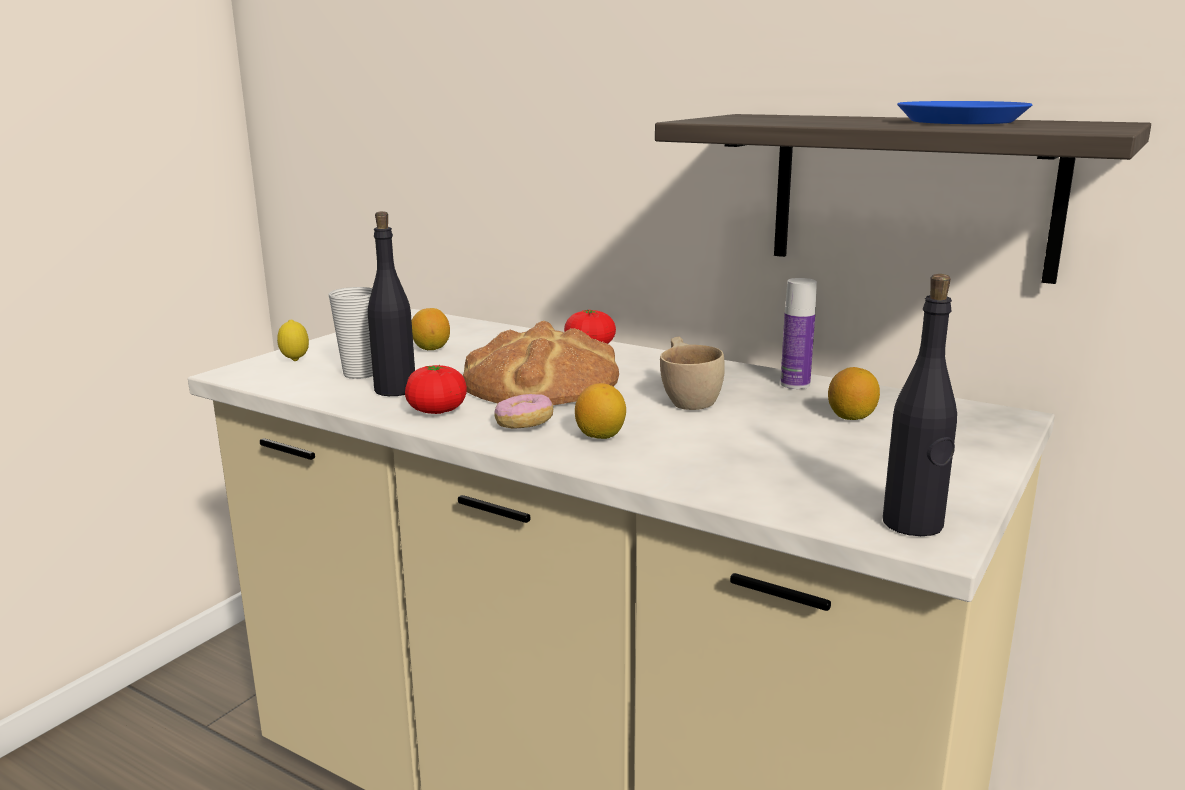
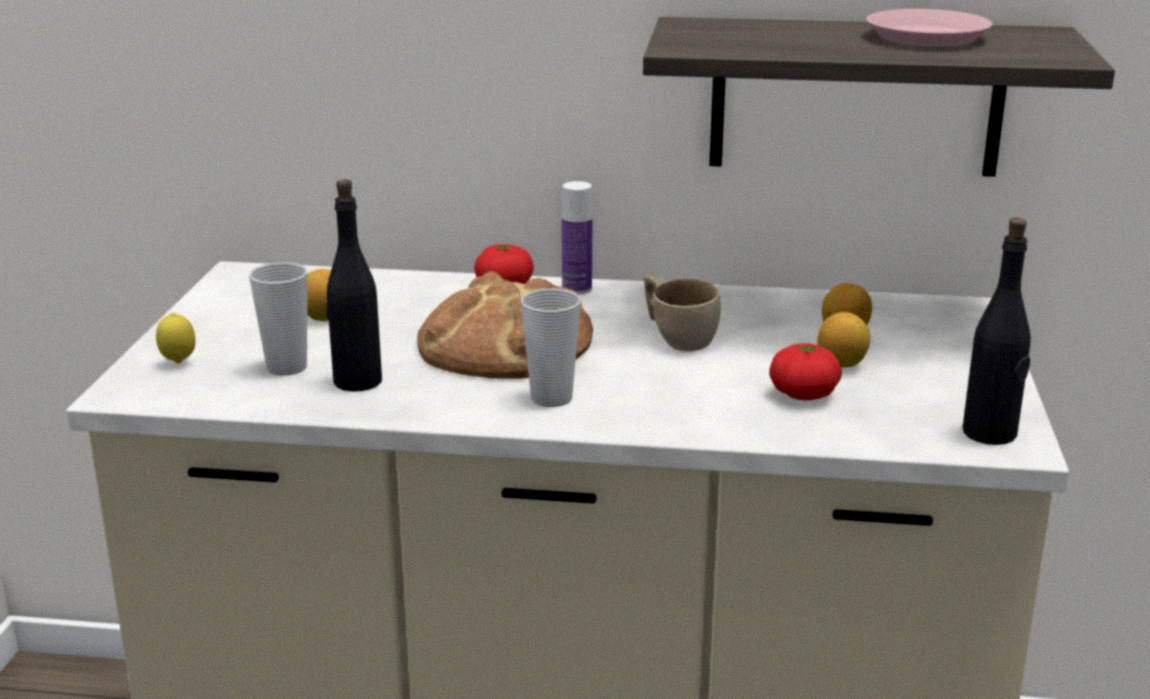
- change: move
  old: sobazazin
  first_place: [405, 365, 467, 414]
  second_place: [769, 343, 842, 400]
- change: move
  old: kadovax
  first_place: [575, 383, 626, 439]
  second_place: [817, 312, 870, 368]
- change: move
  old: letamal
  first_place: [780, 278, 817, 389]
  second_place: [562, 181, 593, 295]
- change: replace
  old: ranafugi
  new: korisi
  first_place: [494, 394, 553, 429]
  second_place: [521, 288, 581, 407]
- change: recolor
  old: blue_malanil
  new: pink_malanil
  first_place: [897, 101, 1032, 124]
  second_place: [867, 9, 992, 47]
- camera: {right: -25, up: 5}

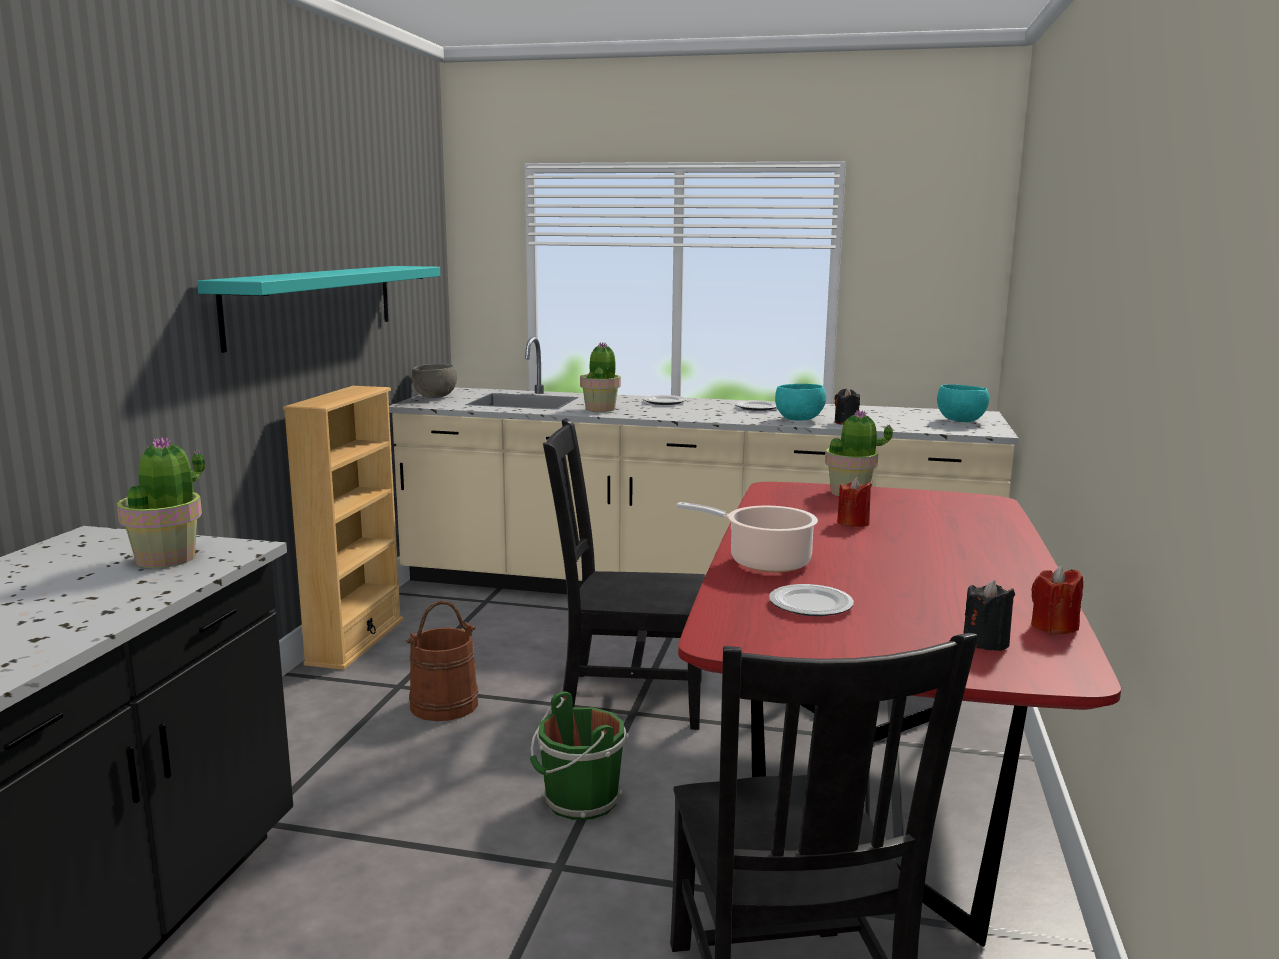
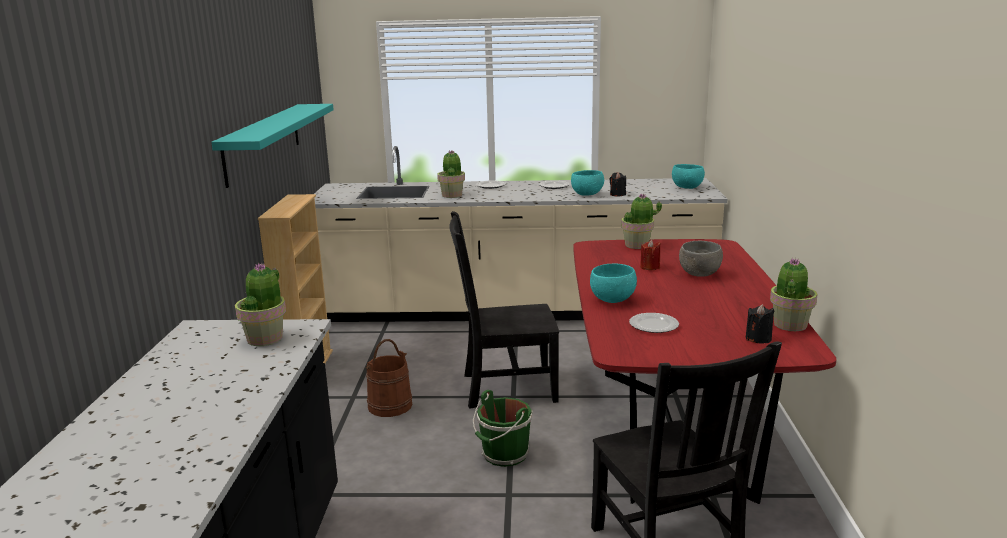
- change: move
  old: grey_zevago
  first_place: [412, 364, 457, 398]
  second_place: [679, 241, 723, 277]
- change: replace
  old: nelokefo
  new: turquoise_zevago
  first_place: [677, 502, 818, 573]
  second_place: [590, 263, 637, 303]
- change: replace
  old: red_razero
  new: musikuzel
  first_place: [1031, 566, 1083, 634]
  second_place: [770, 258, 818, 331]
- camera: {right: -10, up: 5}

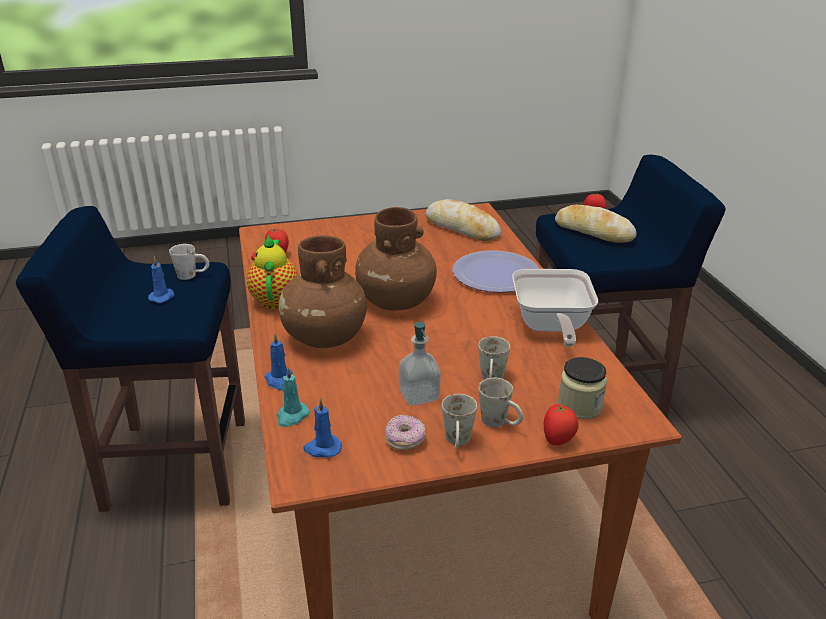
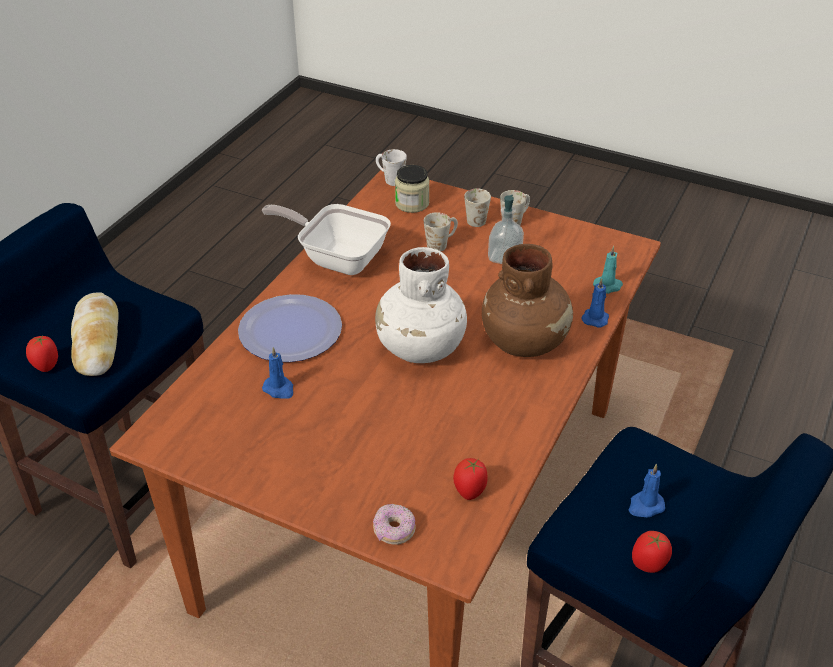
- change: delete
  old: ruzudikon
  first_place: [247, 235, 298, 310]
- change: delete
  old: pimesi
  first_place: [426, 199, 501, 241]
- change: move
  old: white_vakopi
  first_place: [169, 244, 209, 280]
  second_place: [376, 149, 407, 186]
- change: move
  old: blue_razero
  first_place: [303, 398, 342, 458]
  second_place: [262, 347, 293, 399]
- change: move
  old: ranafugi
  first_place: [385, 415, 426, 450]
  second_place: [373, 504, 415, 545]
- change: move
  old: sobazazin
  first_place: [544, 404, 578, 445]
  second_place: [632, 531, 672, 573]
- change: recolor
  old: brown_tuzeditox
  new: white_tuzeditox
  first_place: [355, 207, 437, 311]
  second_place: [375, 247, 467, 363]
- change: rotate
  old: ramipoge
  first_place: [512, 269, 598, 347]
  second_place: [262, 204, 391, 275]
  degrees: -105
- camera: {right: -140, up: 10}

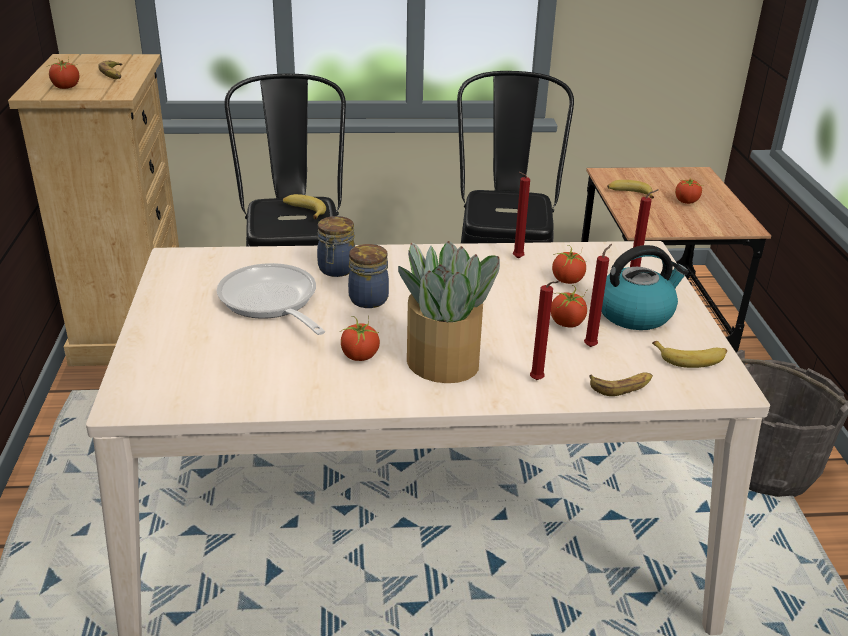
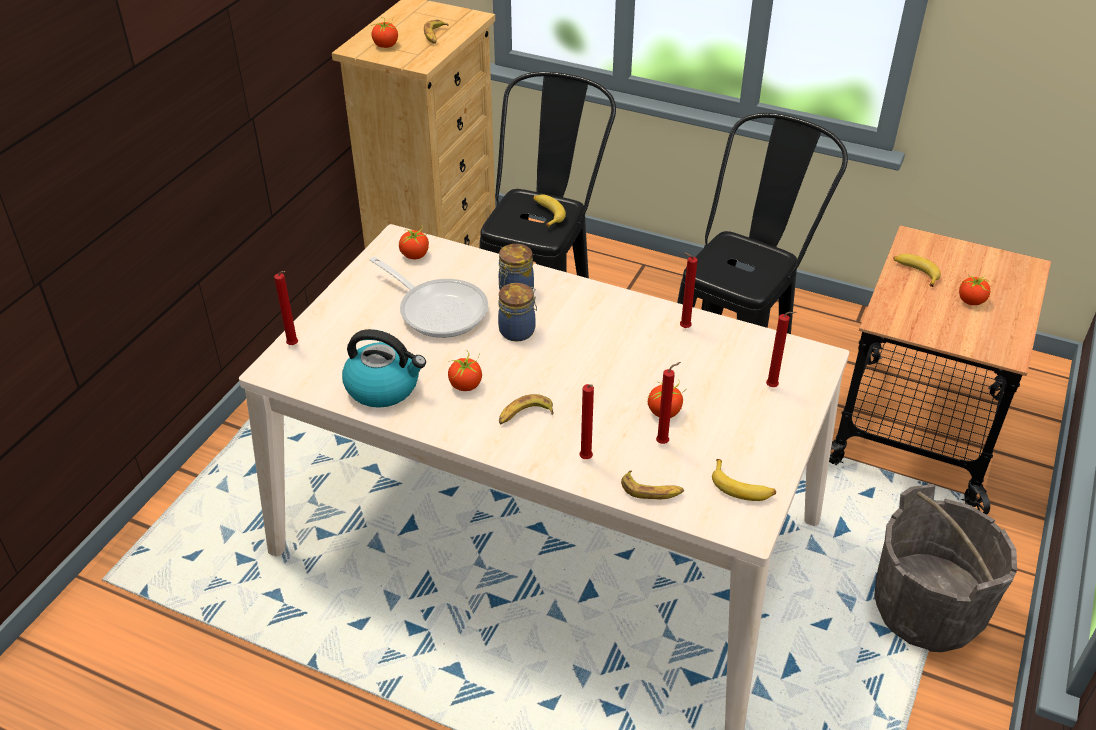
- change: insert
  new: red_razero
  second_place: [274, 271, 298, 345]
- change: move
  old: sobazazin
  first_place: [552, 245, 586, 284]
  second_place: [398, 226, 429, 260]
- change: move
  old: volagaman
  first_place: [601, 245, 689, 330]
  second_place: [342, 329, 426, 408]
- change: replace
  old: musikuzel
  new: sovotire
  first_place: [398, 241, 500, 383]
  second_place: [499, 394, 554, 425]
- change: rotate
  old: ramipoge
  first_place: [217, 263, 325, 335]
  second_place: [370, 256, 488, 338]
  degrees: 135
- camera: {right: 30, up: 10}

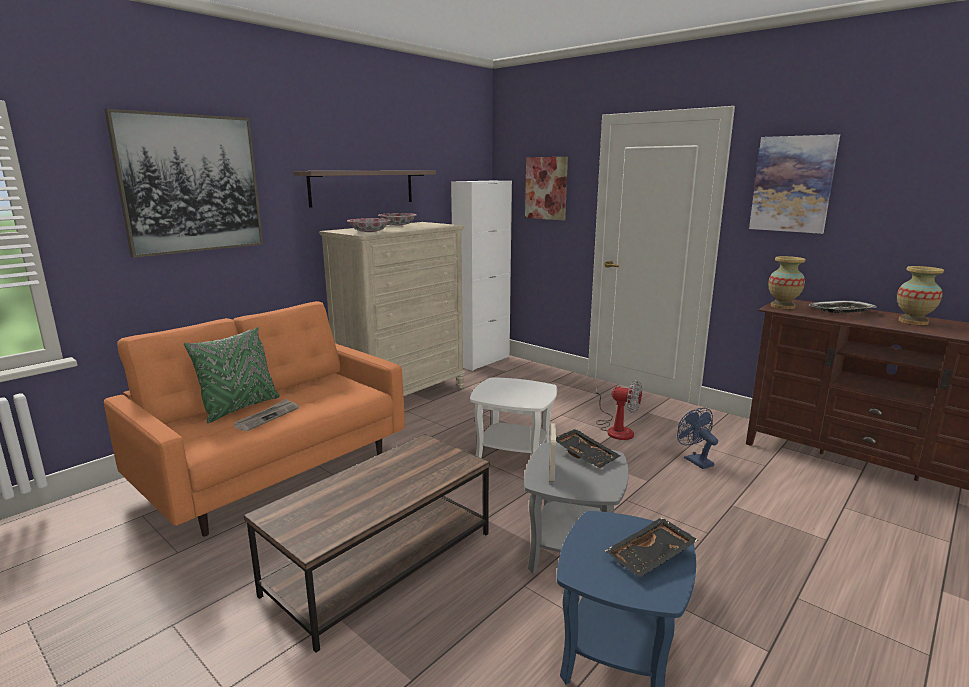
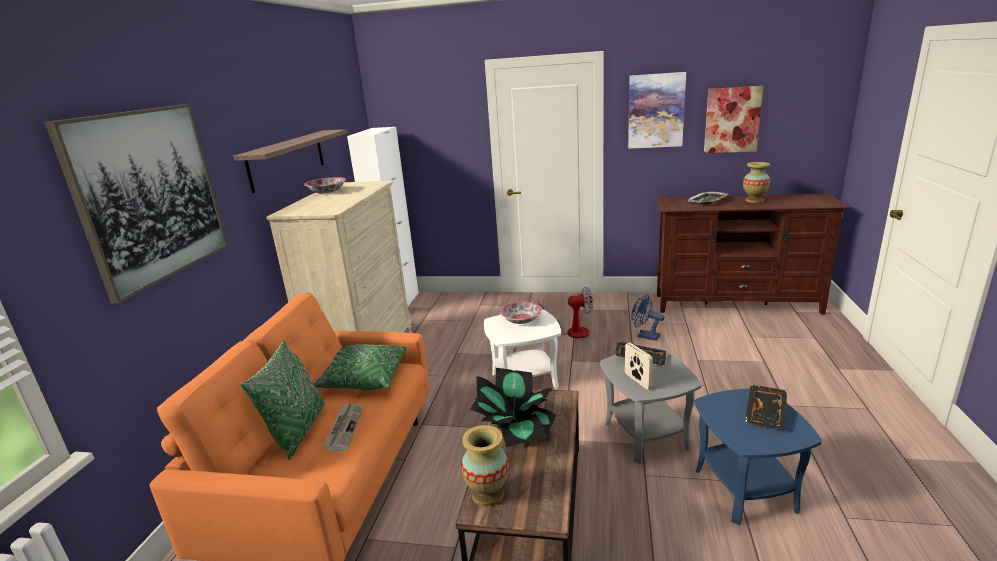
- change: insert
  new: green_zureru
  second_place: [314, 344, 407, 390]
- change: insert
  new: musikuzel
  second_place: [470, 368, 556, 447]
- change: move
  old: zevago
  first_place: [347, 218, 391, 232]
  second_place: [500, 301, 542, 324]
- change: move
  old: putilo
  first_place: [525, 157, 568, 221]
  second_place: [704, 86, 763, 154]
- change: move
  old: tuzeditox
  first_place: [768, 256, 805, 309]
  second_place: [462, 425, 509, 507]
- camera: {right: -30, up: 5}

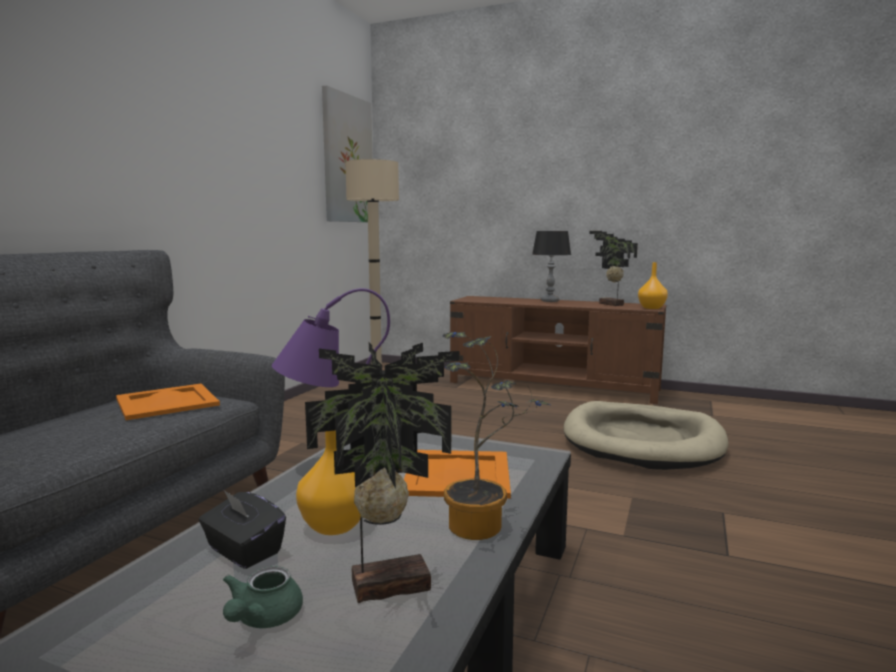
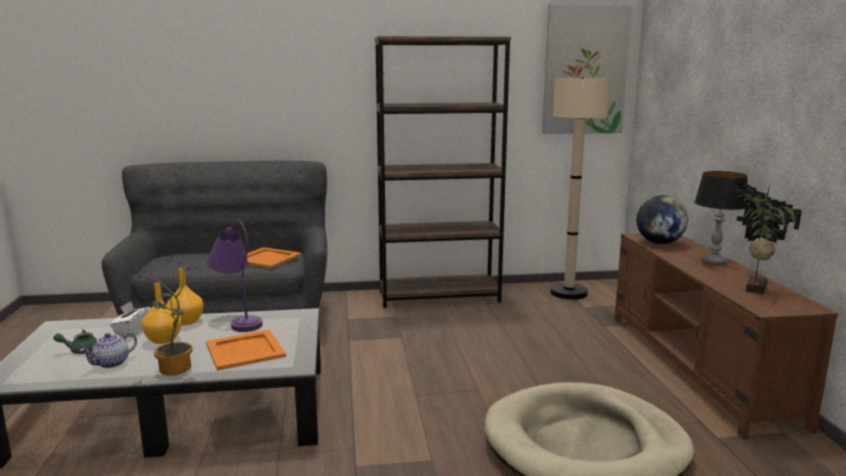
- change: insert
  new: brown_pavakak
  second_place: [375, 36, 511, 308]
- change: insert
  new: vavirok
  second_place: [636, 195, 688, 244]
- change: move
  old: orange_tuzeditox
  first_place: [638, 262, 668, 309]
  second_place: [167, 268, 203, 325]
- change: replace
  old: musikuzel
  new: ruzudikon
  first_place: [305, 342, 460, 603]
  second_place: [80, 332, 137, 368]
- change: recolor
  old: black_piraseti
  new: white_piraseti
  first_place: [199, 489, 286, 569]
  second_place: [110, 301, 151, 337]
- camera: {right: 60, up: 5}

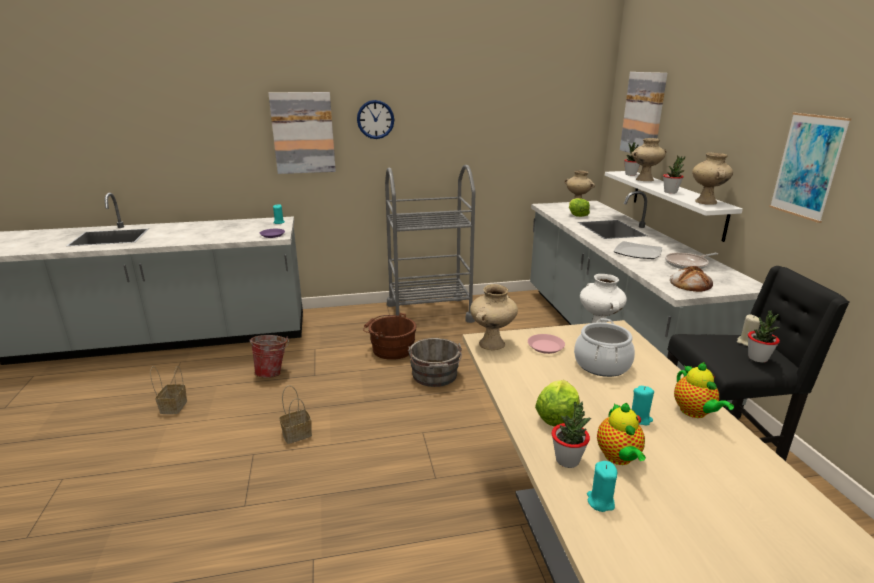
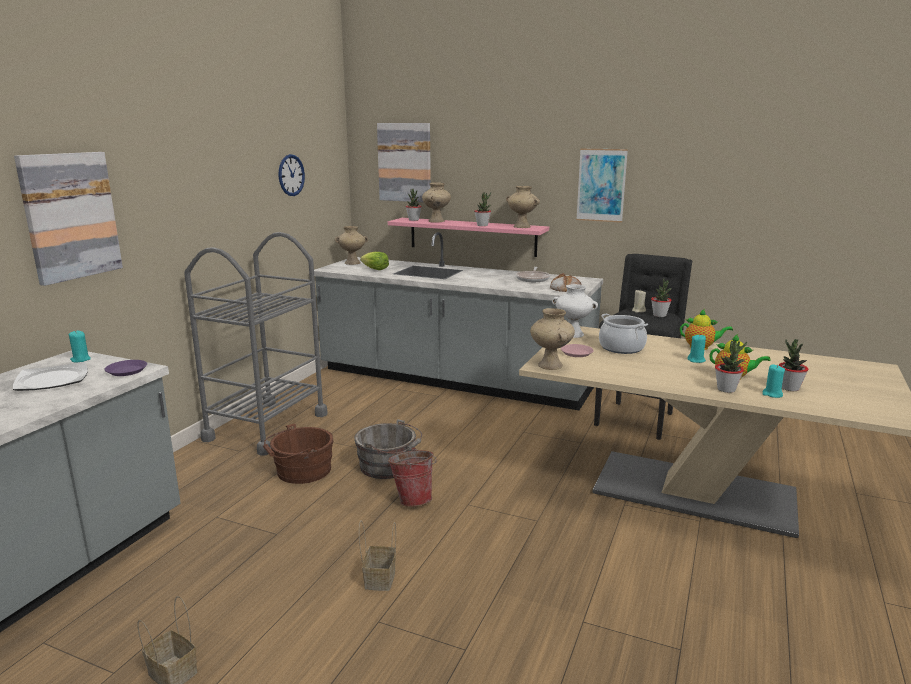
- change: delete
  old: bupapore
  first_place: [535, 380, 580, 427]
- change: insert
  new: musikuzel
  second_place: [779, 339, 809, 391]
- change: move
  old: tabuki
  first_place: [250, 335, 289, 378]
  second_place: [388, 447, 437, 507]
- change: move
  old: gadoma
  first_place: [357, 100, 394, 139]
  second_place: [279, 154, 305, 196]
- change: move
  old: malanil
  first_place: [614, 241, 662, 259]
  second_place: [13, 362, 88, 391]
- change: recolor
  old: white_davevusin
  new: pink_davevusin
  first_place: [605, 171, 743, 242]
  second_place: [388, 218, 549, 257]
- camera: {right: -55, up: -5}

